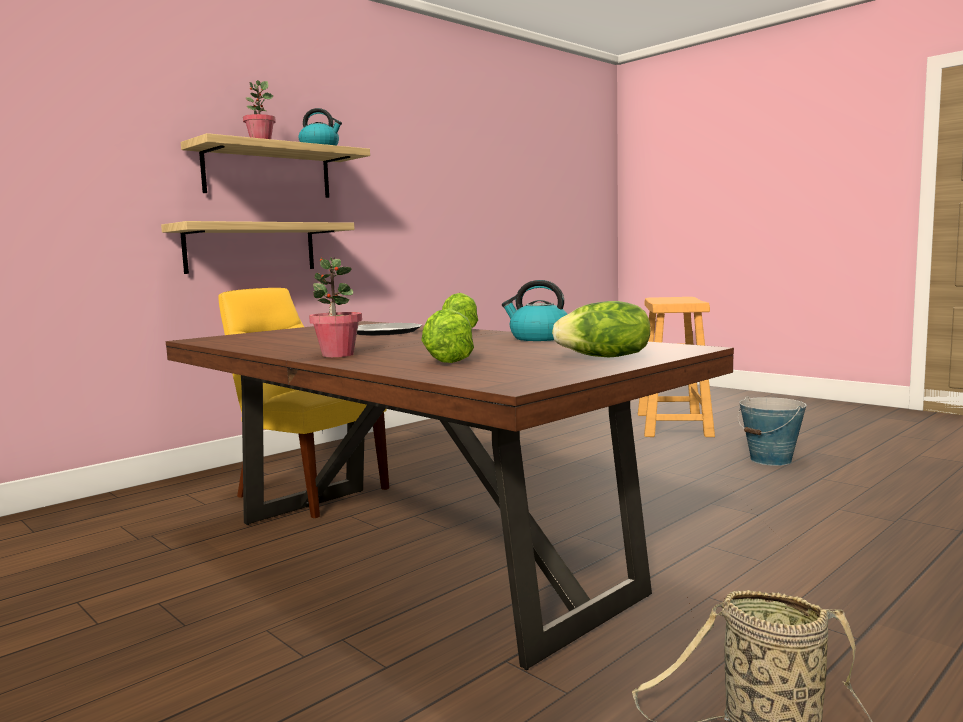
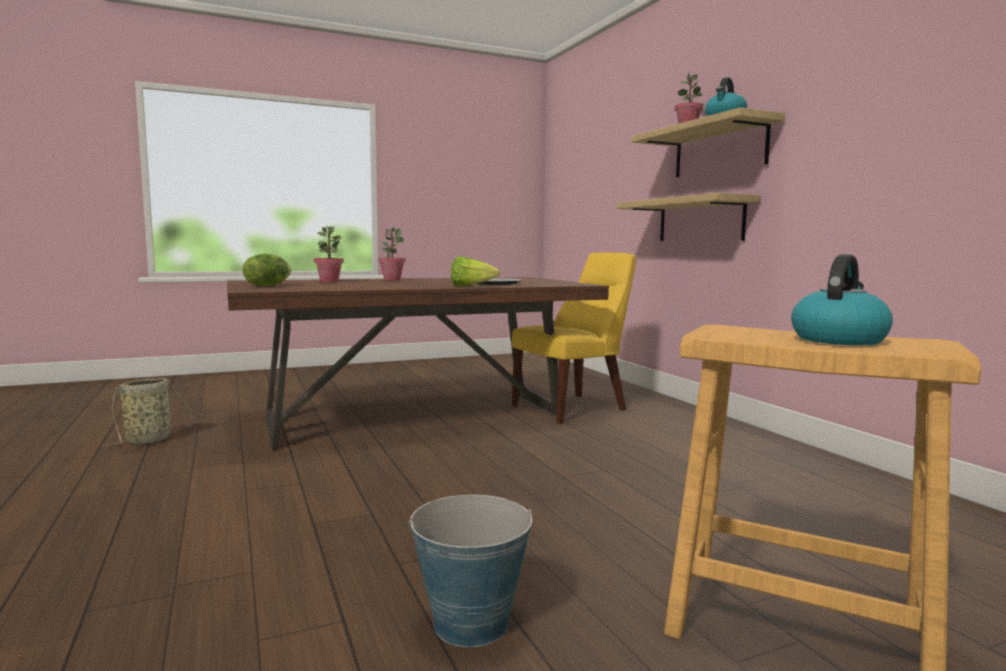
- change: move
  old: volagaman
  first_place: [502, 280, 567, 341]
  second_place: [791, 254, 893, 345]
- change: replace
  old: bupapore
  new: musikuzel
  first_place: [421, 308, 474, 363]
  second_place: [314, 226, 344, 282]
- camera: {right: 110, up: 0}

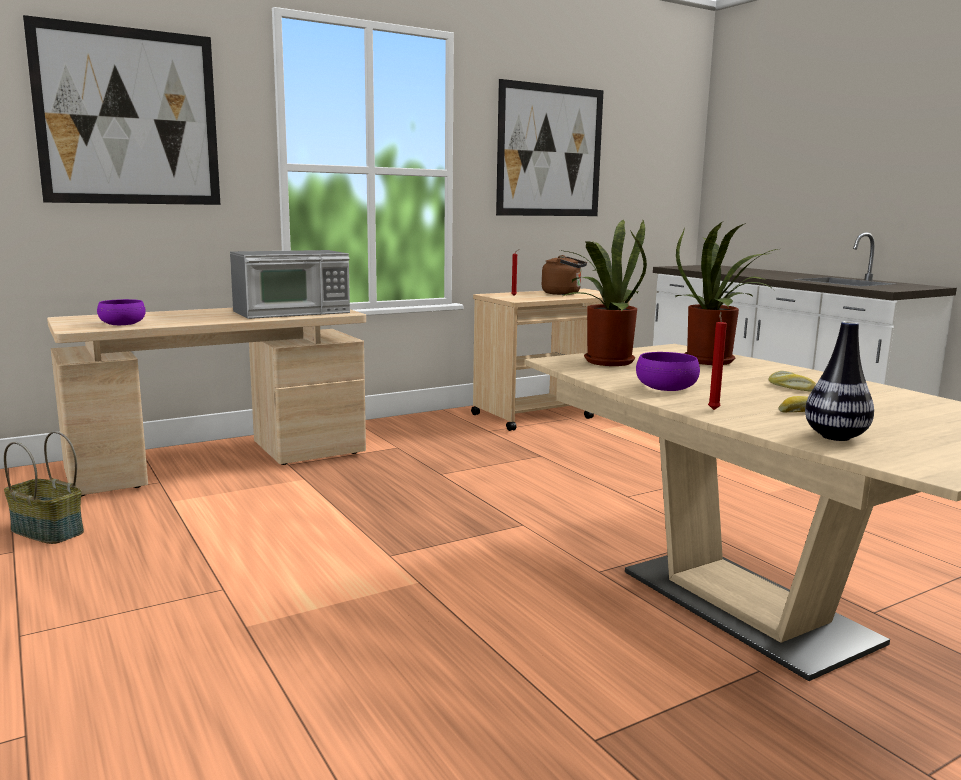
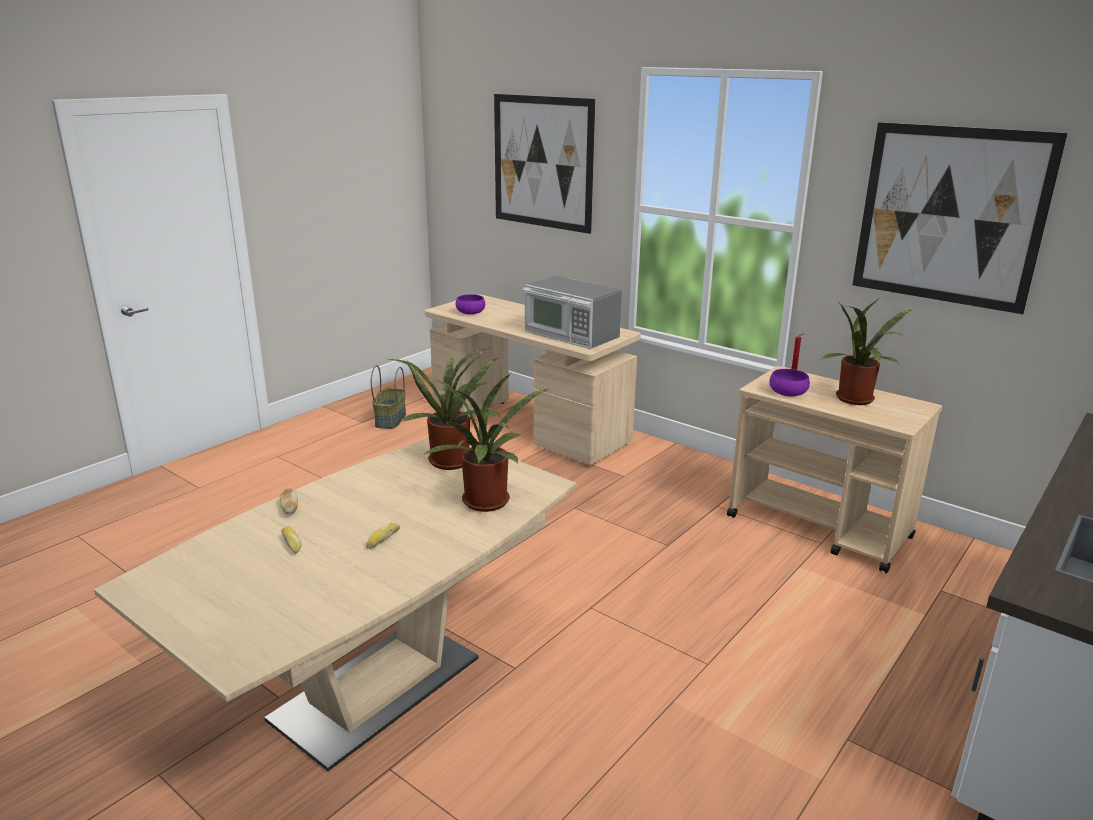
- change: delete
  old: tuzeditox
  first_place: [805, 321, 874, 441]
- change: move
  old: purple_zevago
  first_place: [636, 352, 700, 391]
  second_place: [769, 369, 810, 397]
- change: replace
  old: brown_volagaman
  new: musikuzel
  first_place: [542, 255, 587, 295]
  second_place: [822, 299, 912, 405]
- change: replace
  old: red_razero
  new: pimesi
  first_place: [708, 311, 727, 410]
  second_place: [280, 488, 298, 514]
- camera: {right: 70, up: 10}

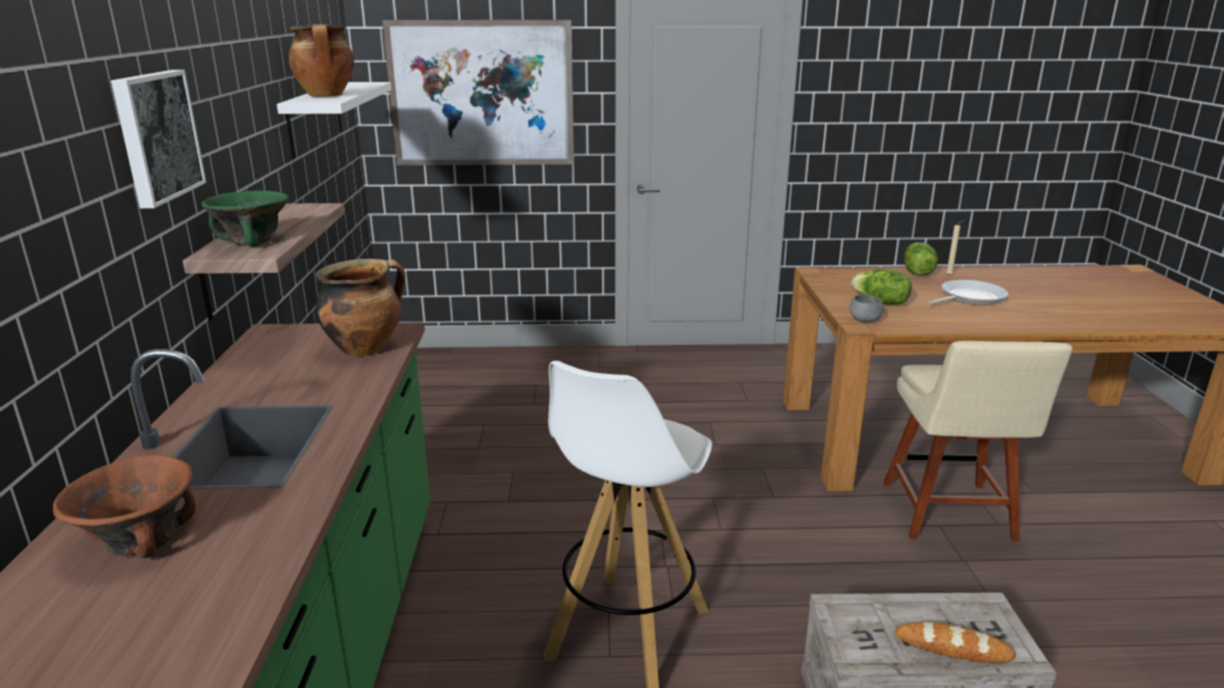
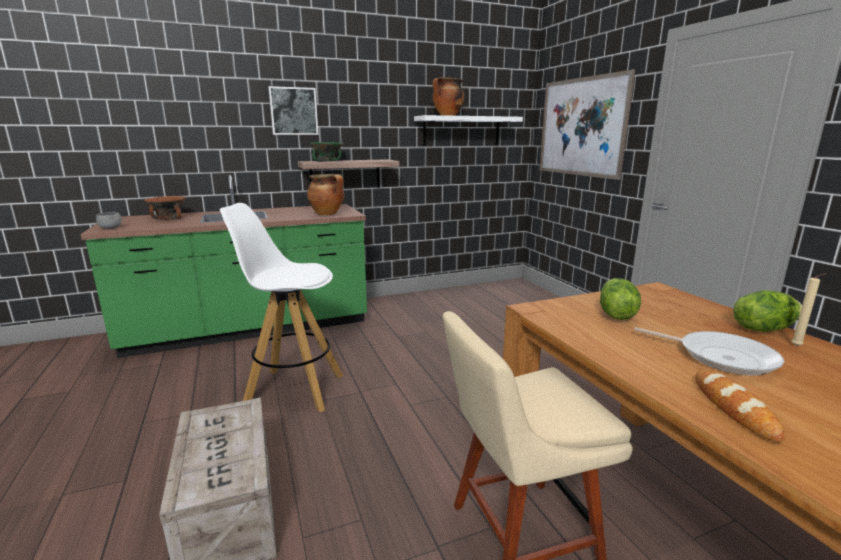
- change: move
  old: grey_zevago
  first_place: [850, 295, 883, 322]
  second_place: [96, 212, 122, 229]
- change: move
  old: pimesi
  first_place: [895, 621, 1016, 663]
  second_place: [695, 370, 785, 443]
- camera: {right: 70, up: -5}

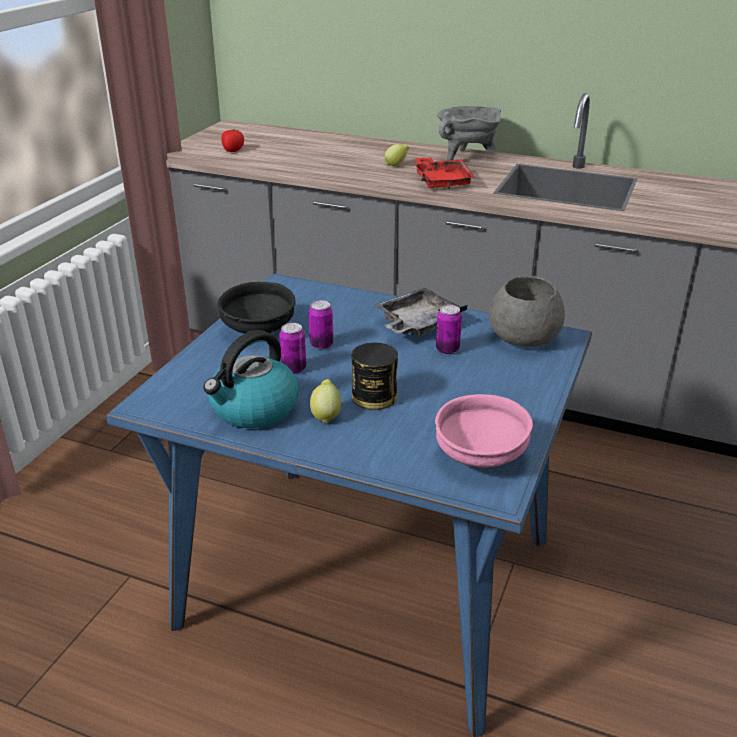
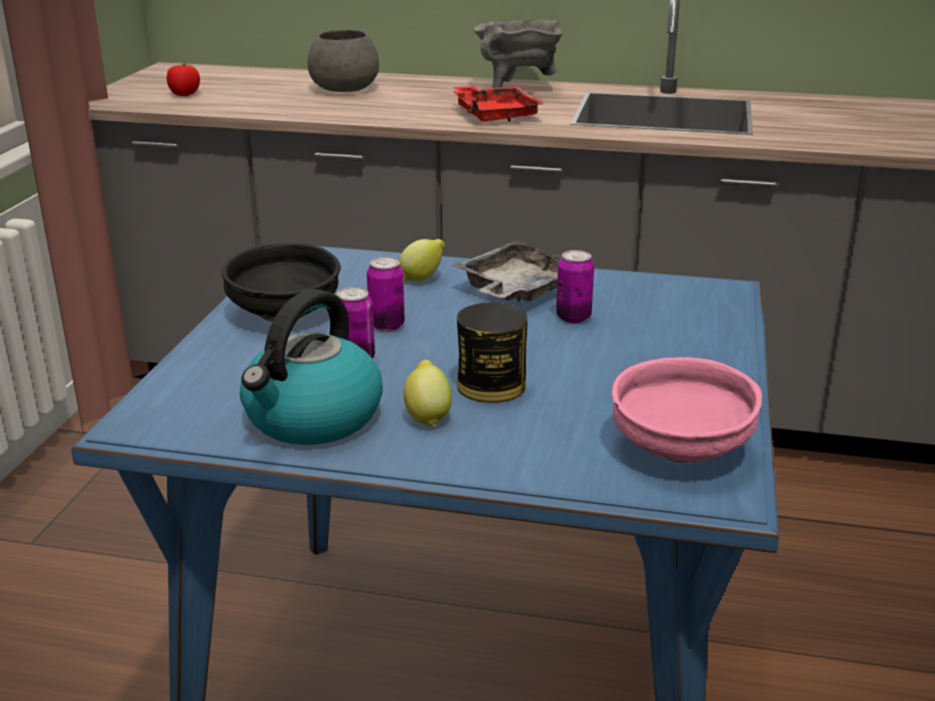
- change: move
  old: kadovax
  first_place: [384, 144, 409, 166]
  second_place: [399, 239, 445, 282]
- change: move
  old: grey_zevago
  first_place: [489, 276, 565, 347]
  second_place: [307, 29, 379, 92]
- camera: {right: -10, up: -5}

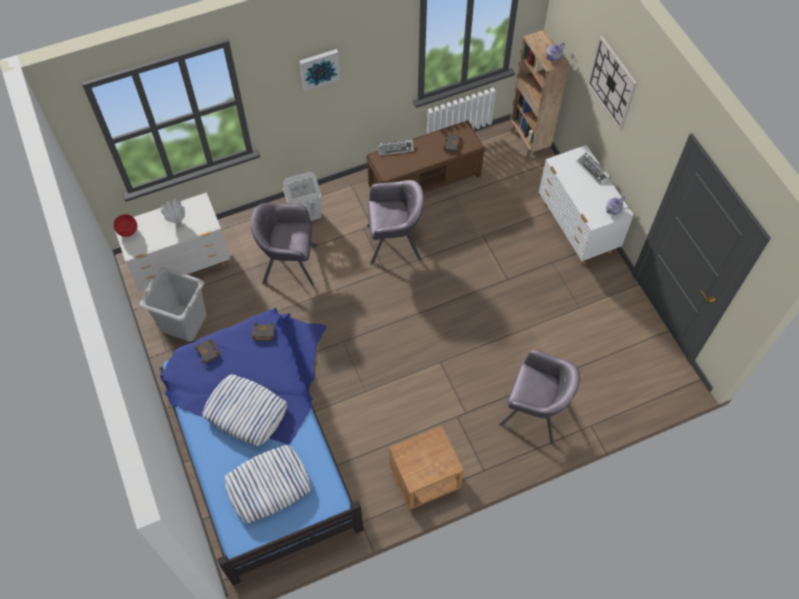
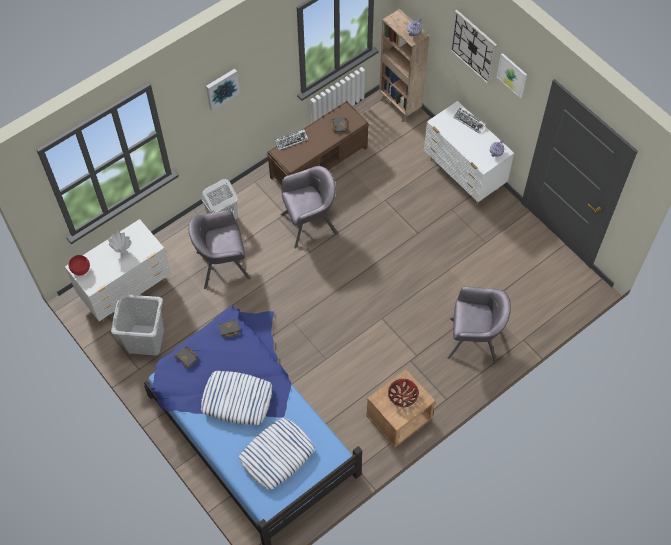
- change: insert
  new: zevago
  second_place: [388, 379, 419, 407]
- change: insert
  new: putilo
  second_place: [497, 53, 527, 98]
- camera: {right: -15, up: 0}

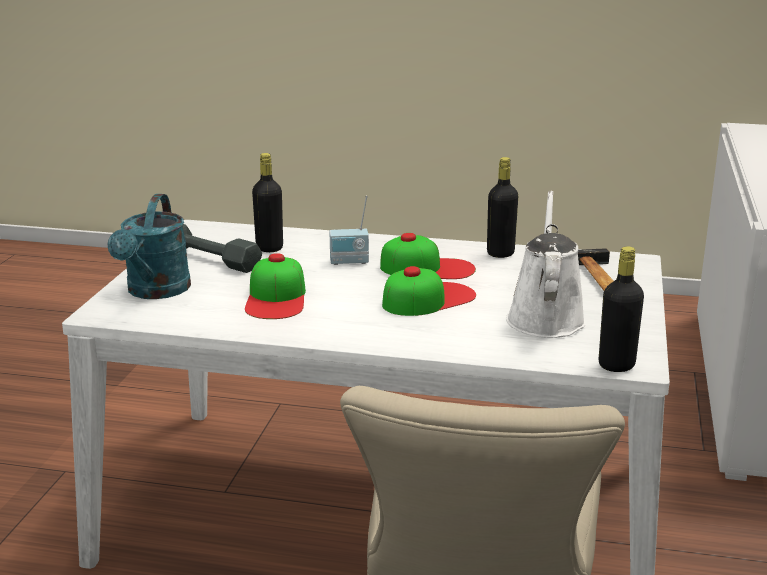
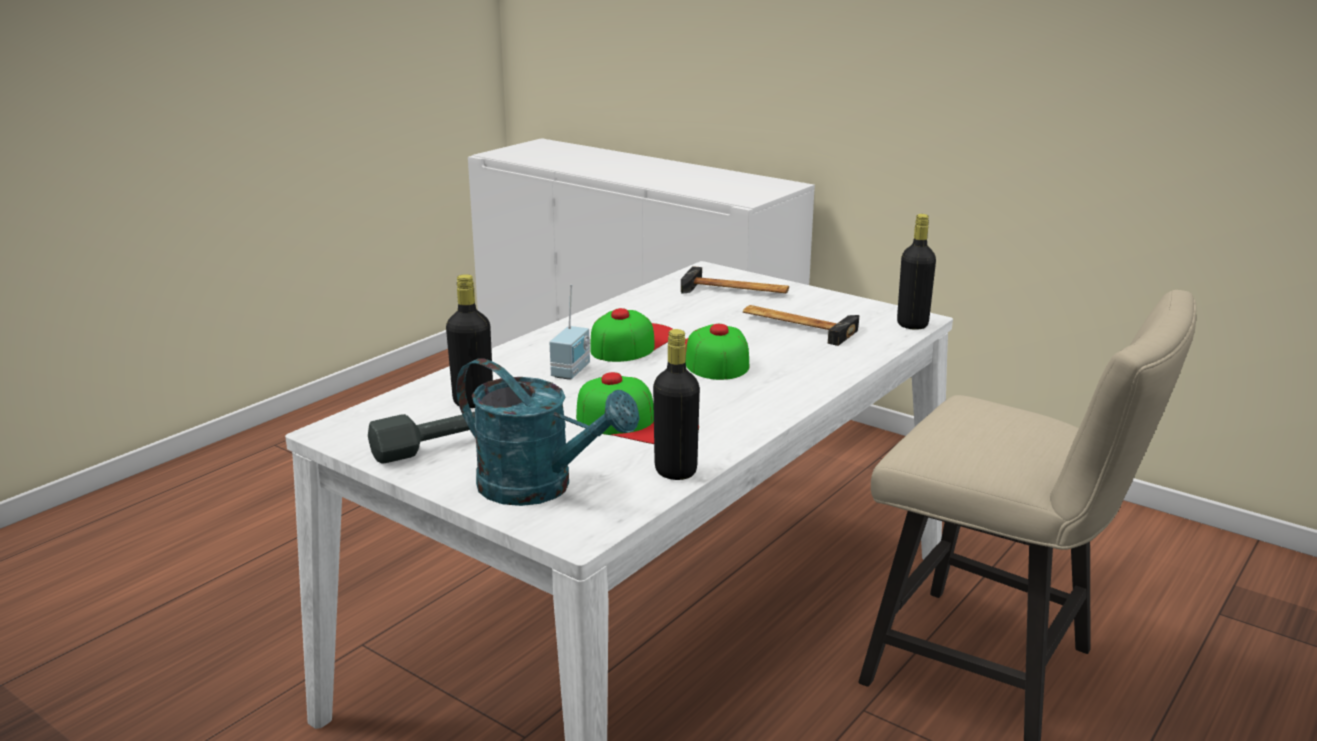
- change: move
  old: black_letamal
  first_place: [487, 157, 518, 258]
  second_place: [653, 329, 700, 480]
- change: replace
  old: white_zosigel
  new: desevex
  first_place: [506, 191, 586, 338]
  second_place: [743, 305, 859, 346]
- camera: {right: -65, up: 0}

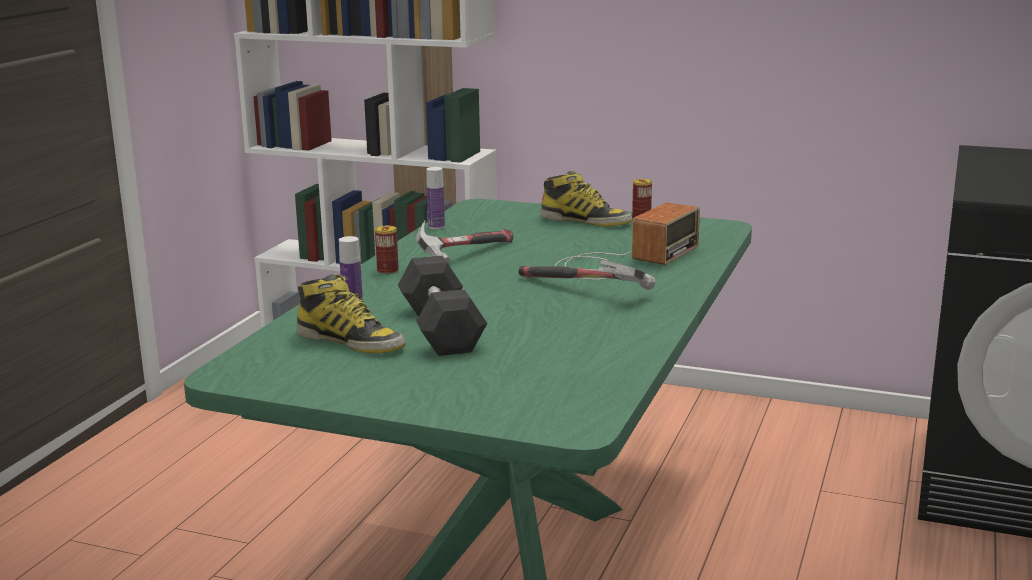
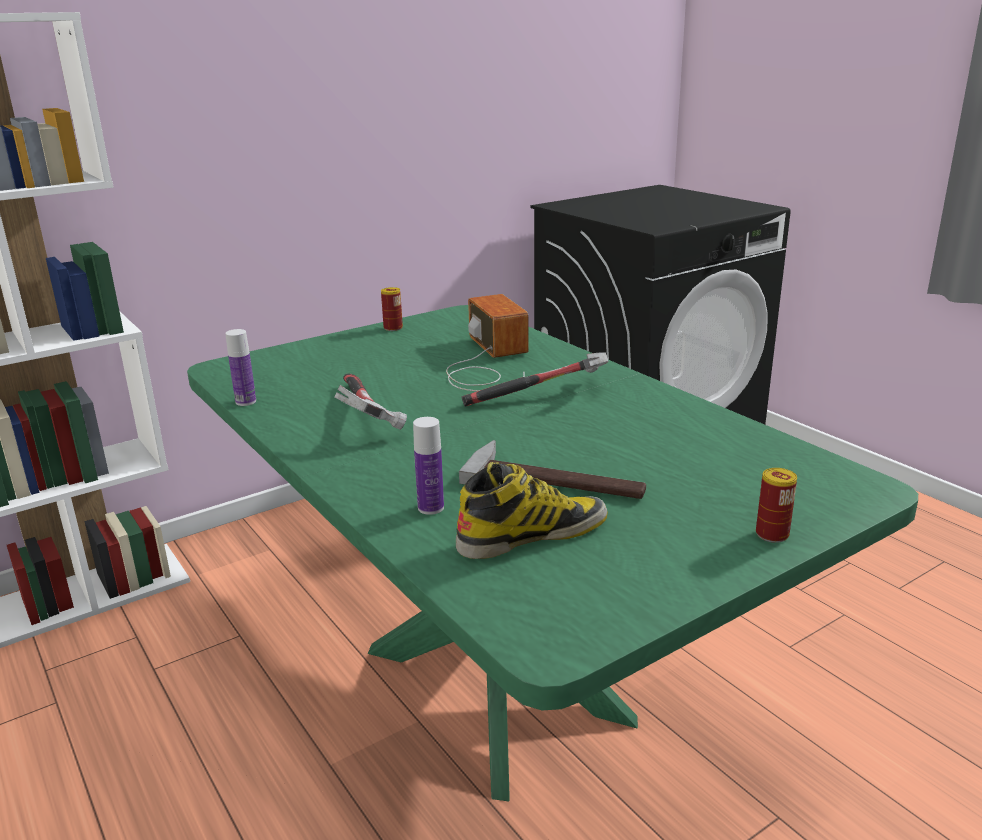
- change: delete
  old: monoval
  first_place: [540, 171, 633, 227]
- change: move
  old: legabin
  first_place: [375, 226, 399, 274]
  second_place: [756, 468, 797, 543]
- change: replace
  old: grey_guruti
  new: desevex
  first_place: [398, 256, 487, 356]
  second_place: [459, 440, 646, 499]
- camera: {right: -55, up: 5}

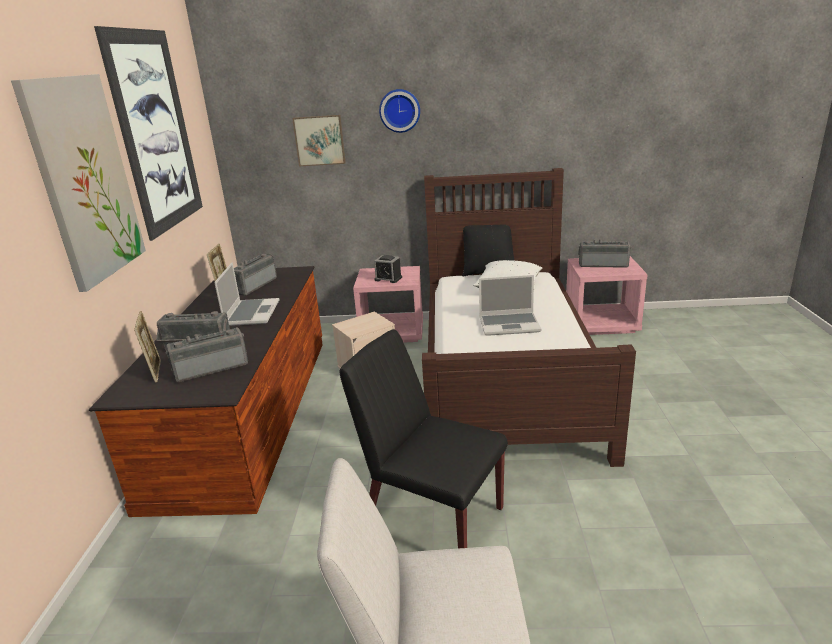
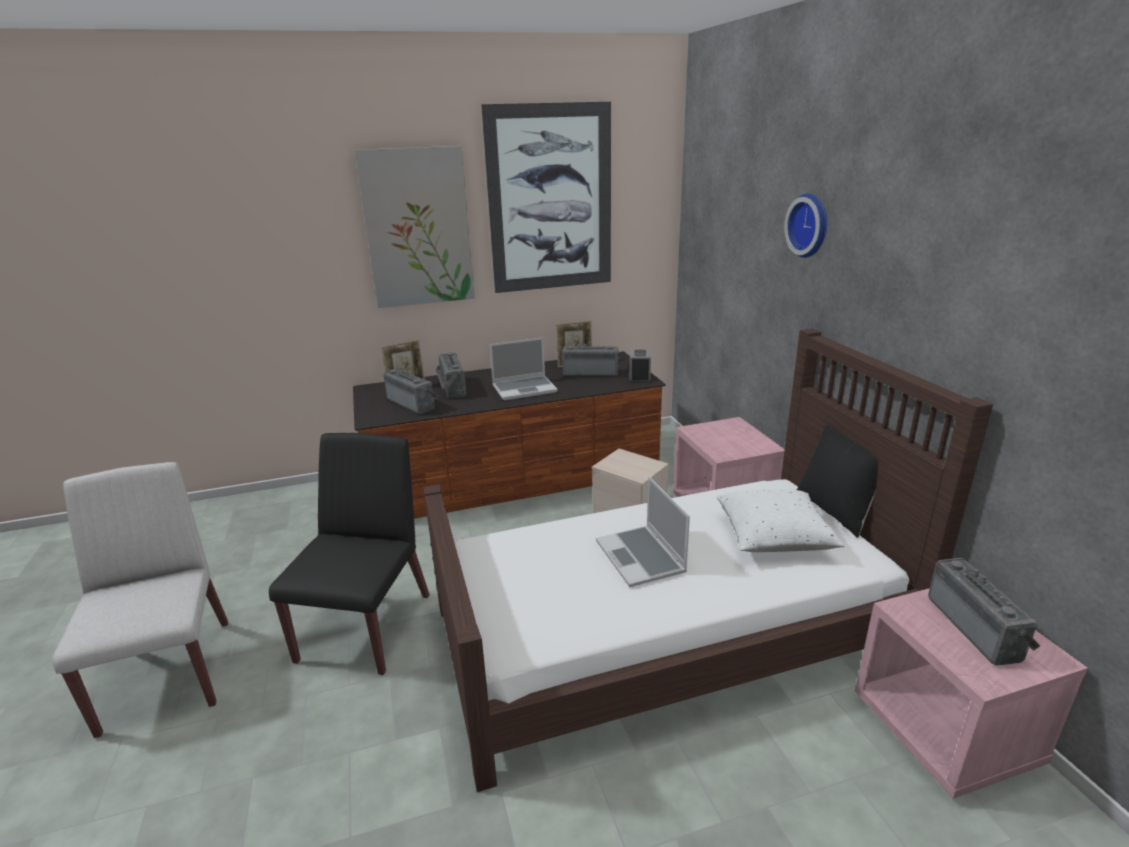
- change: delete
  old: putilo
  first_place: [292, 115, 346, 166]
- change: move
  old: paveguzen
  first_place: [374, 255, 402, 283]
  second_place: [629, 350, 651, 383]
- camera: {right: 70, up: 0}

